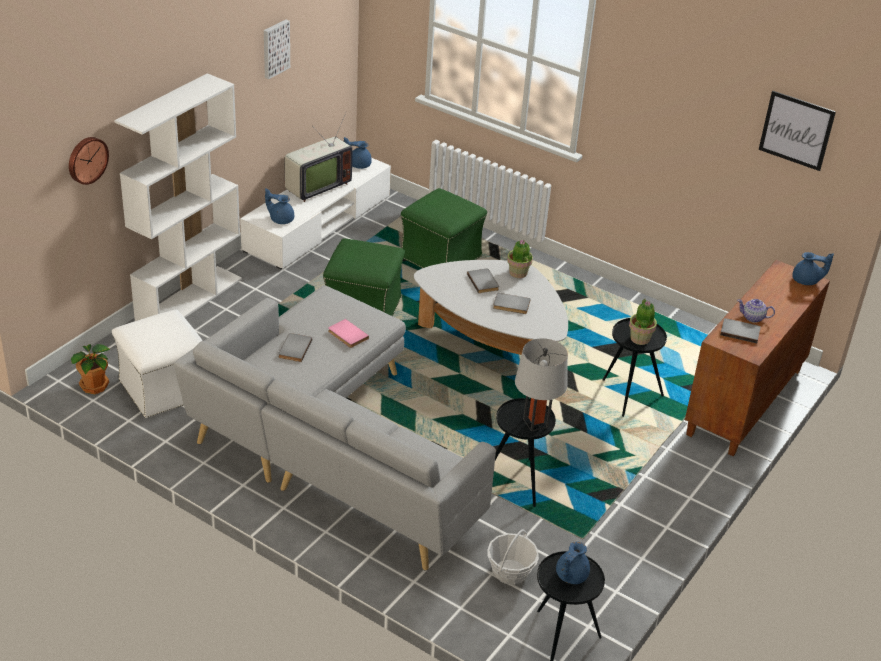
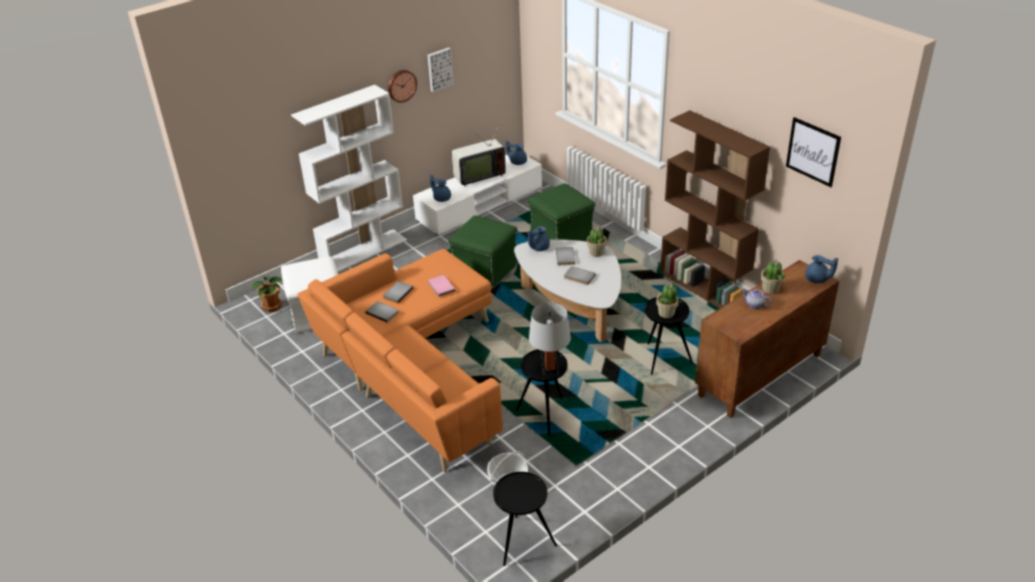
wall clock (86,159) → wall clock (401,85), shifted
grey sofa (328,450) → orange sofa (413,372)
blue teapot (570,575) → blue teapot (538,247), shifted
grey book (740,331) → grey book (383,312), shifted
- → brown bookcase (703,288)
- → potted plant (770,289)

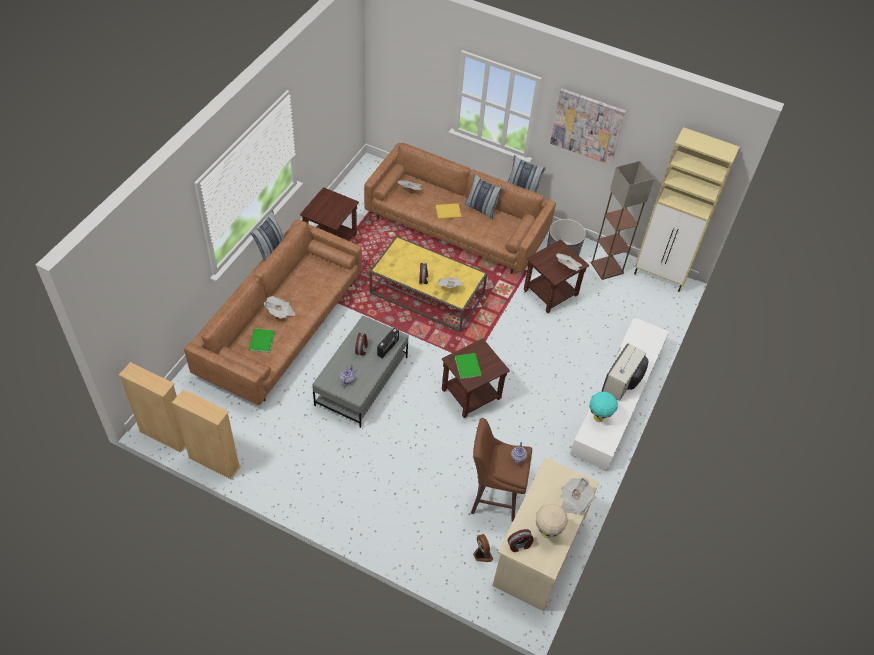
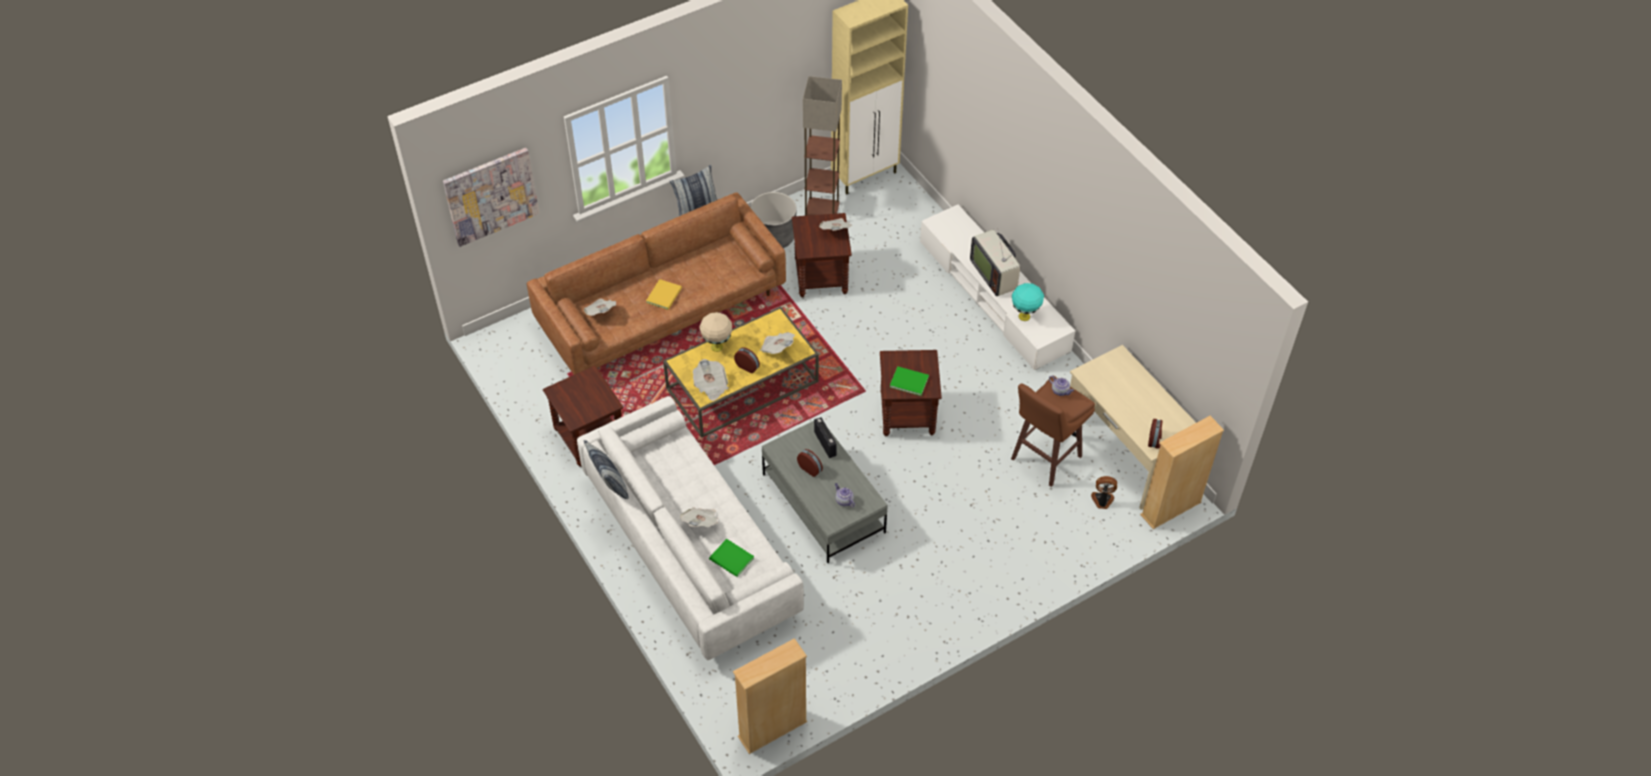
beige bookcase (214,462) → beige bookcase (1171,509), shifted
brown sofa (281,327) → white sofa (691,546)
pillow (481,209) → -
beige table lamp (547,532) → beige table lamp (717,346), shifted
picture (587,126) → picture (491,195), shifted
newspaper (574,501) → newspaper (711,386), shifted

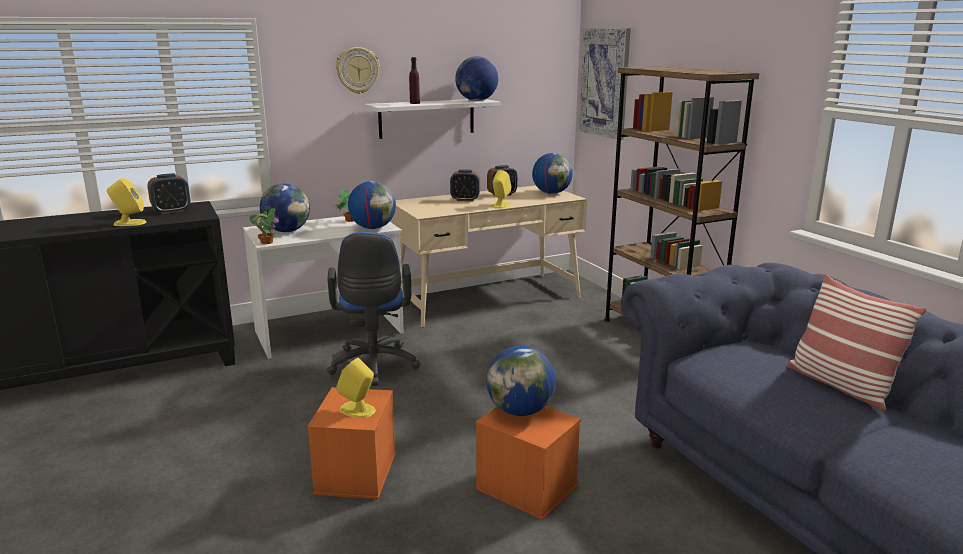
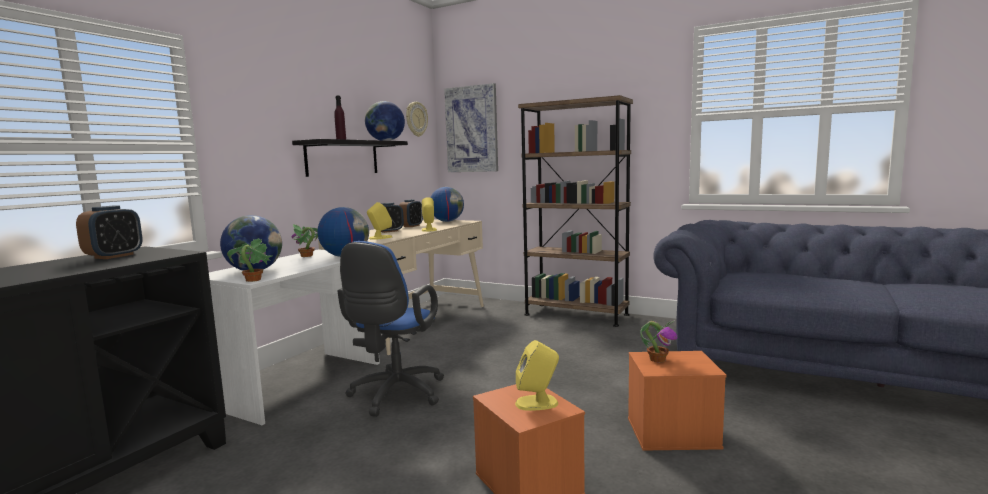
yellow speaker (129,223) → yellow speaker (380,237), shifted
blue office chair (373,367) → blue office chair (394,396), 60 degrees clockwise
wall clock (357,70) → wall clock (416,119), shifted
white shelf (427,118) → black shelf (342,158)
globe (520,411) → potted plant (657,359)
pillow (840,385) → -

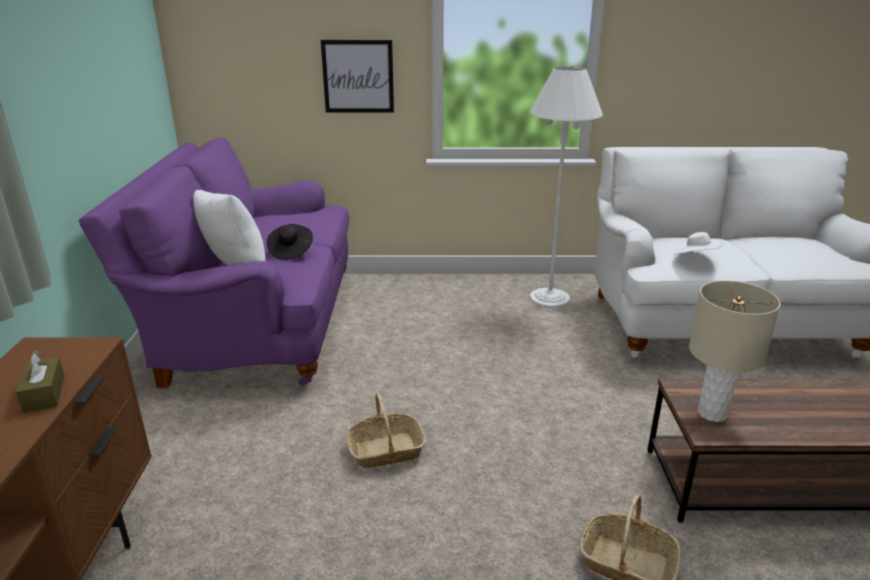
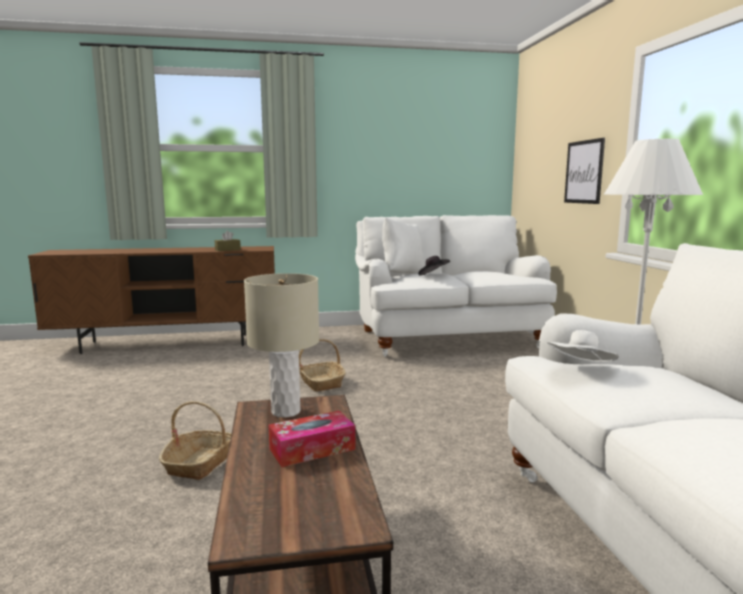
purple sofa (255,327) → white sofa (447,338)
- → tissue box (312,449)

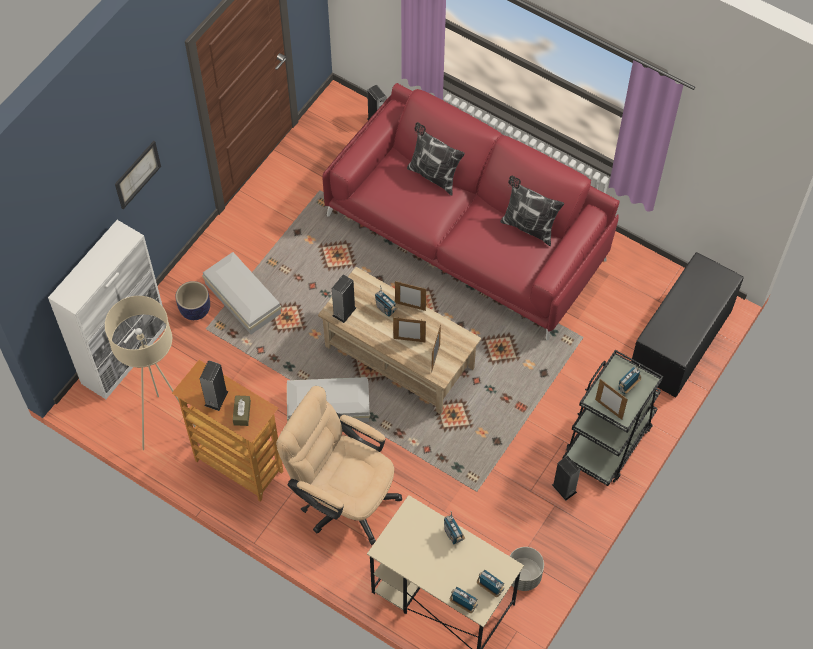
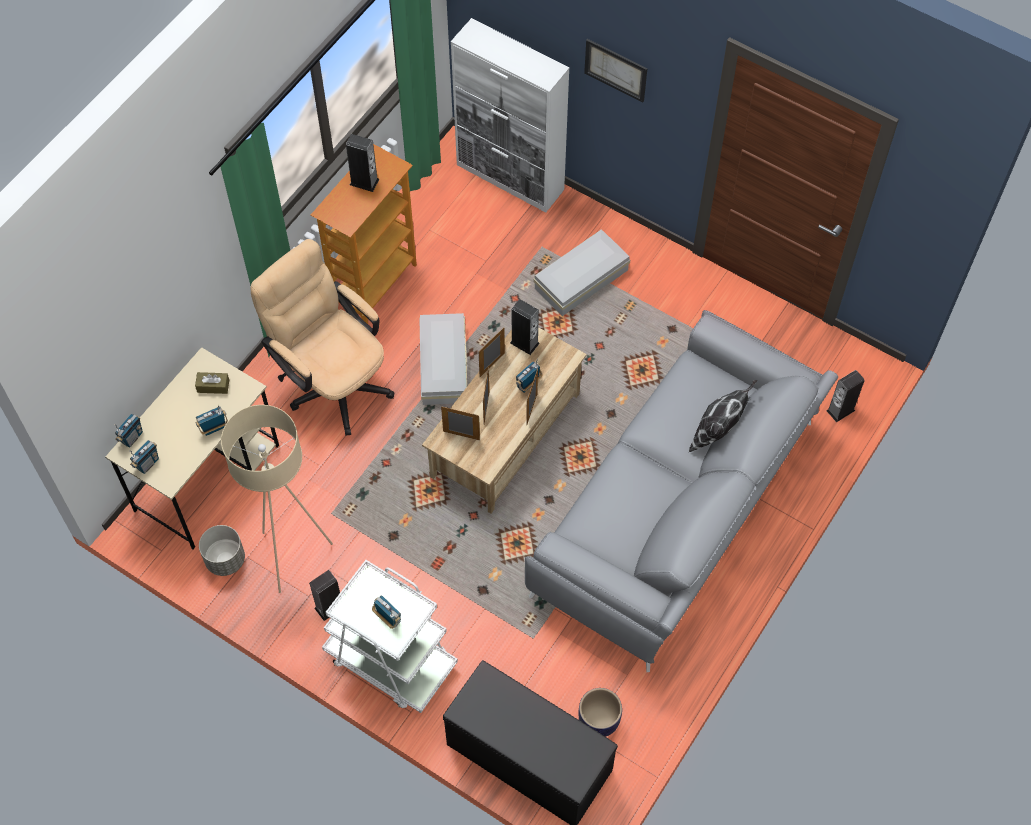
beige floor lamp (167,425) → beige floor lamp (292,556), shifted
planter (195,309) → planter (598,721), shifted
brown tissue box (242,413) → brown tissue box (213,386), shifted
beige office chair (342,497) → beige office chair (332,381), 75 degrees counterclockwise
red sofa (468,235) → grey sofa (677,510)
pillow (528,226) → -
black cart (608,440) → white cart (390,660)
picture frame (608,409) → picture frame (492,365), shifted

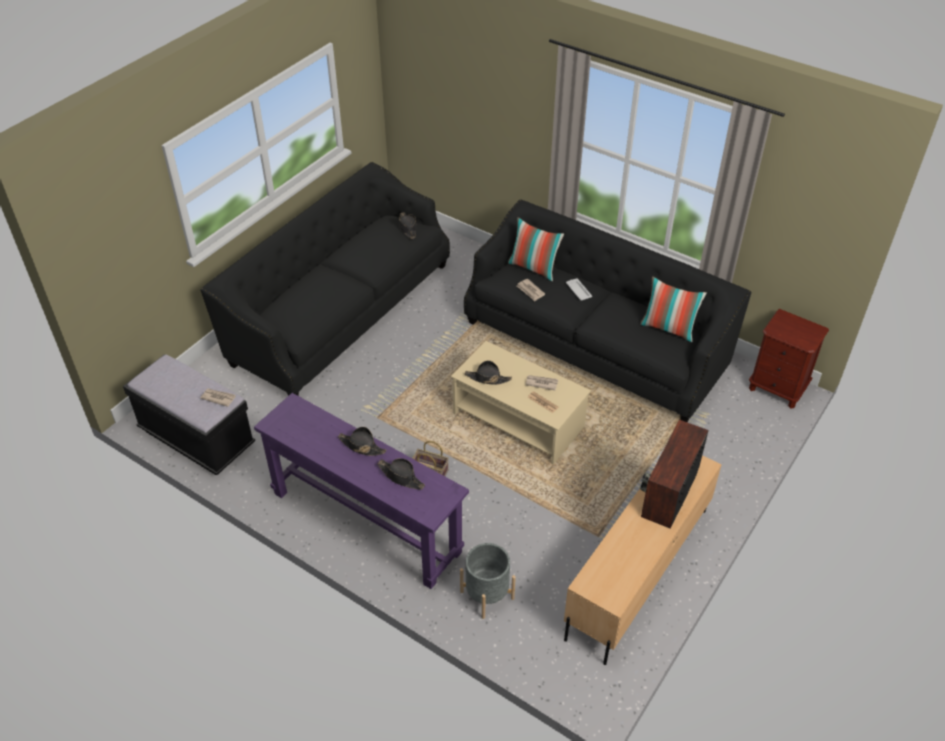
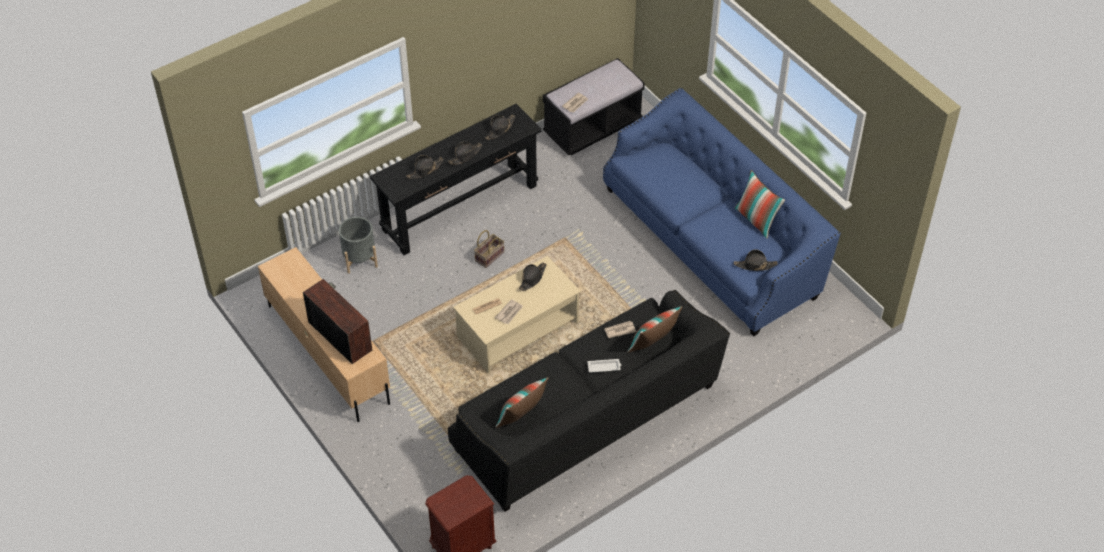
black sofa (340,312) → blue sofa (712,241)
purple console table (366,522) → black console table (460,208)
- → black hat (500,129)
- → pillow (756,220)

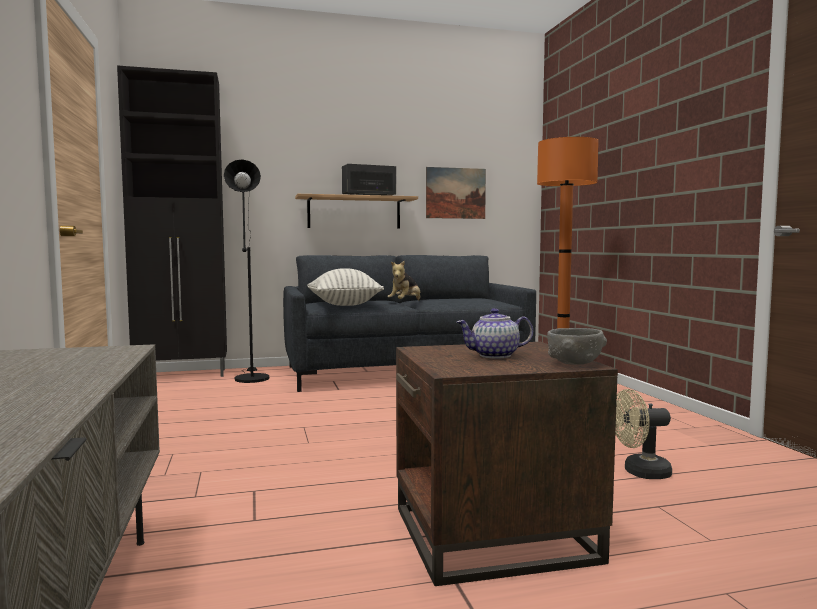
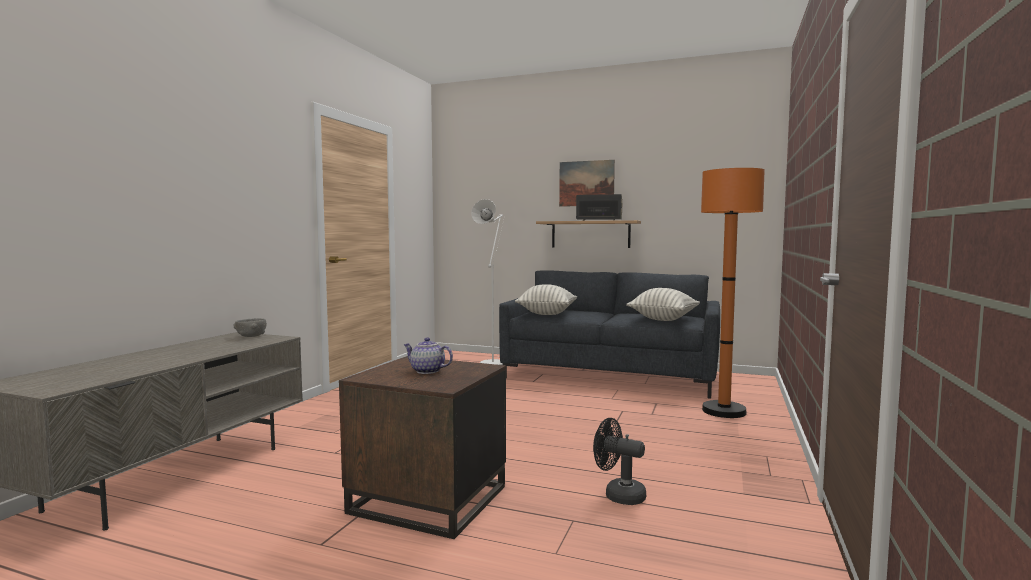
black cabinet (183,375) → -
black floor lamp (250,377) → white floor lamp (493,362)
plush toy (405,302) → -
picture (455,193) → picture (586,183), shifted
grey bowl (574,364) → grey bowl (251,336), shifted
beige fan (640,472) → black fan (618,495)
- → pillow (663,319)

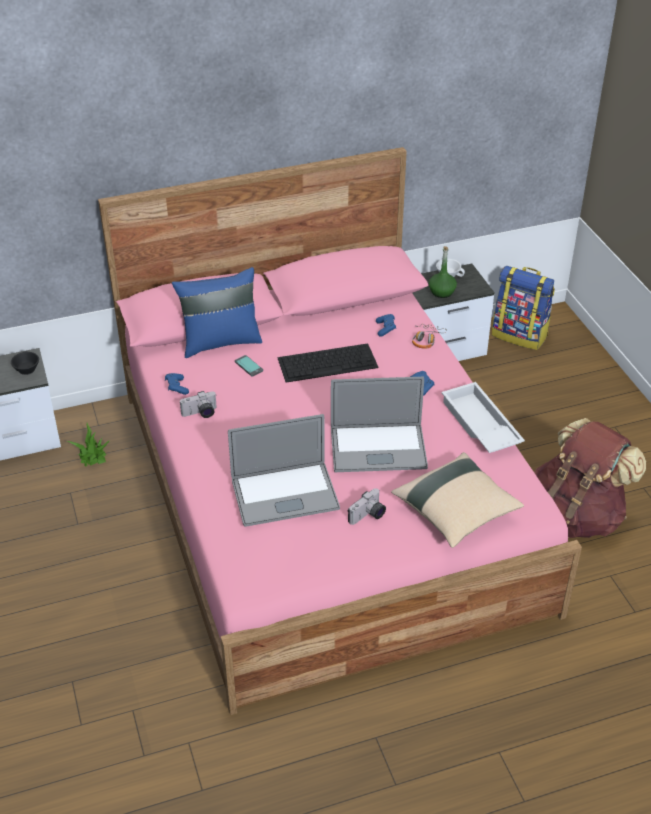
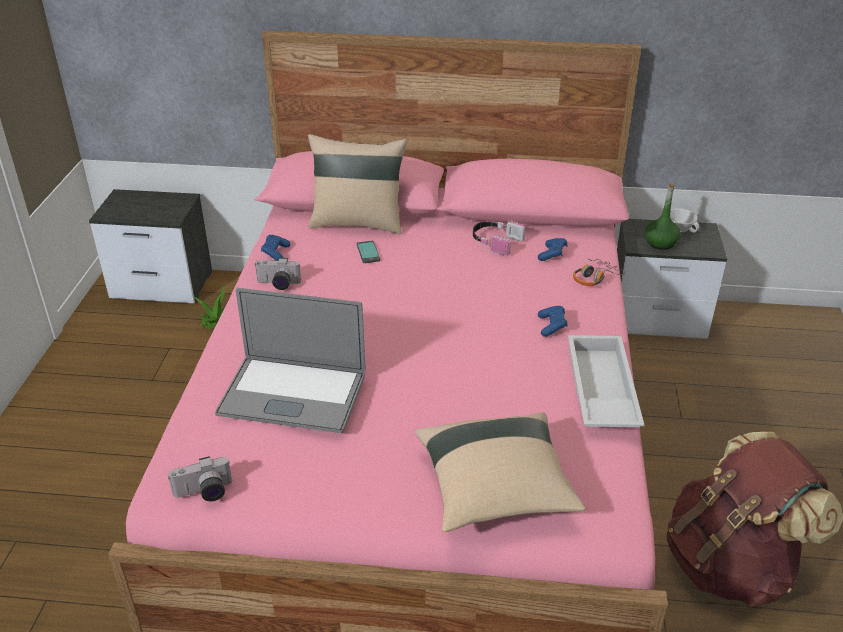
black cup (25,369) → -
blue pillow (220,342) → beige pillow (358,222)
keyboard (328,362) → -
laptop (378,448) → -
photo camera (368,516) → photo camera (204,493), shifted
backpack (520,335) → -
- → headphones (495,242)

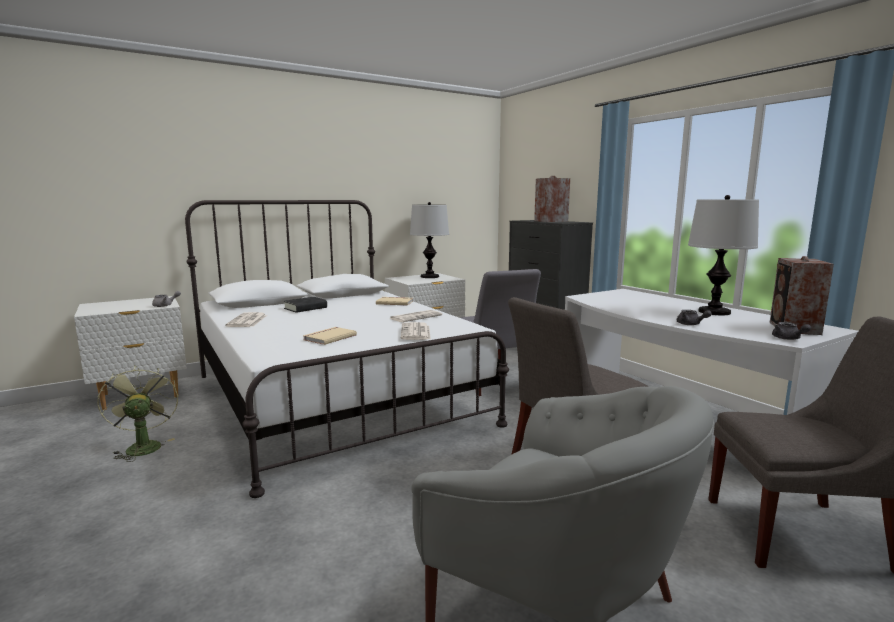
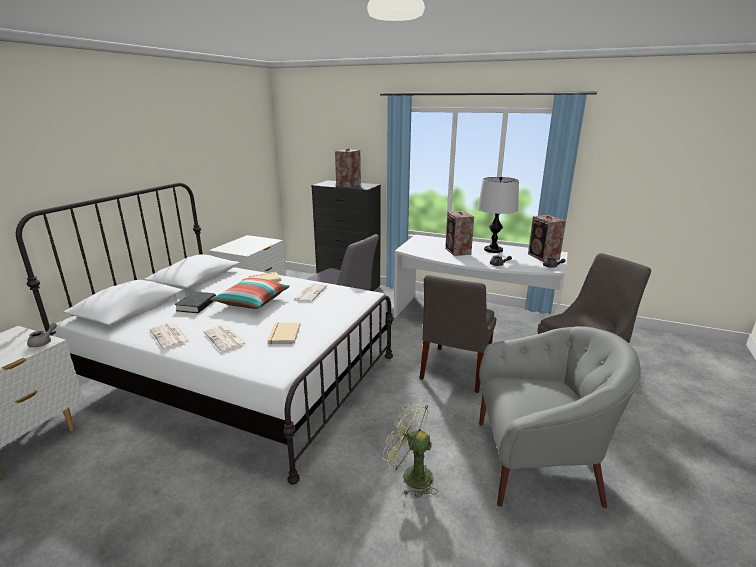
green fan (143,446) → green fan (410,475), shifted
newspaper (416,332) → newspaper (225,339), shifted
table lamp (429,276) → -
- → pillow (252,302)
- → speaker (457,251)

